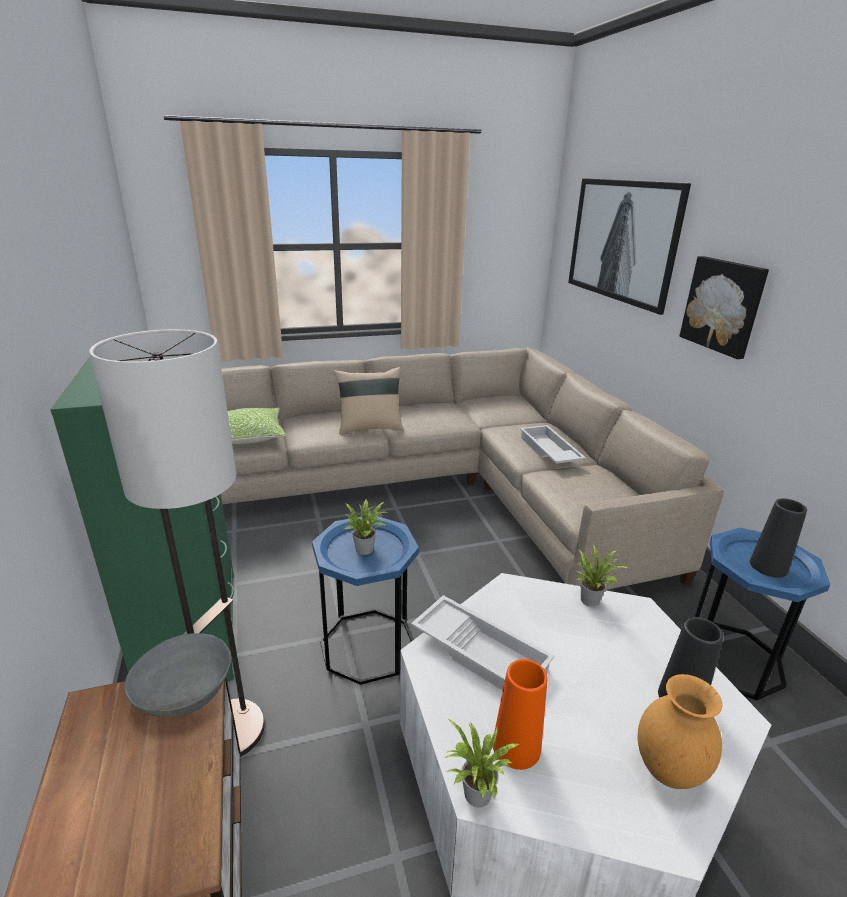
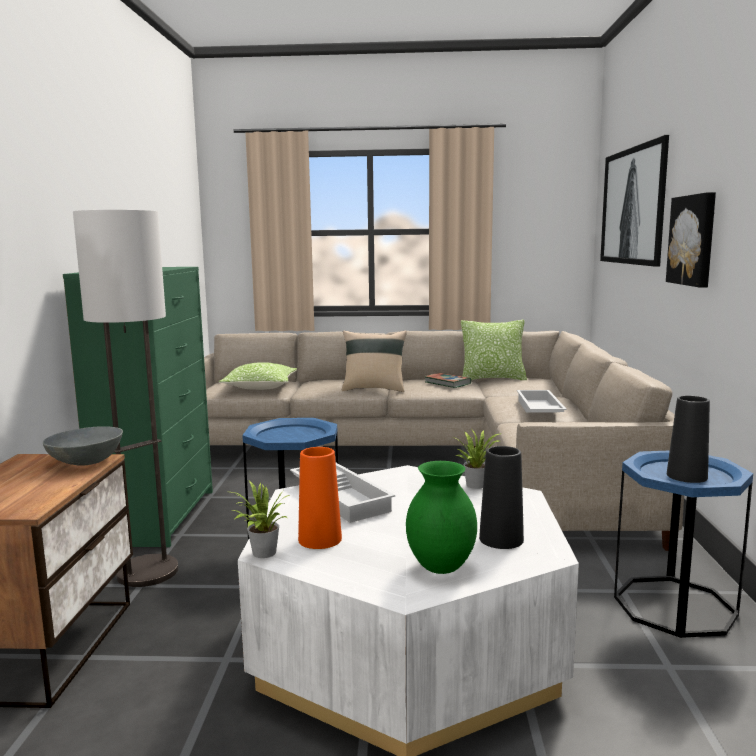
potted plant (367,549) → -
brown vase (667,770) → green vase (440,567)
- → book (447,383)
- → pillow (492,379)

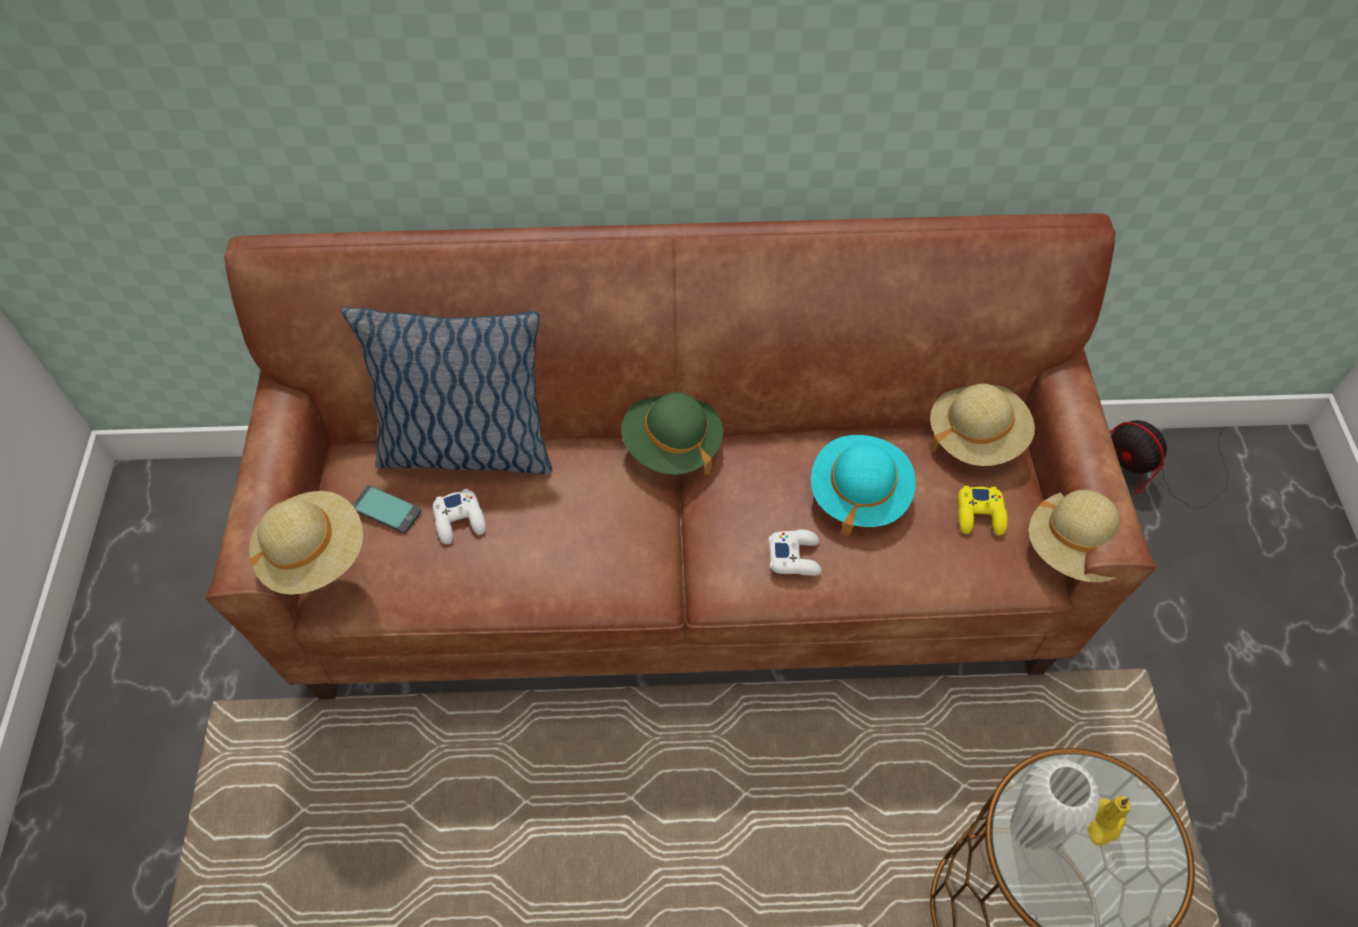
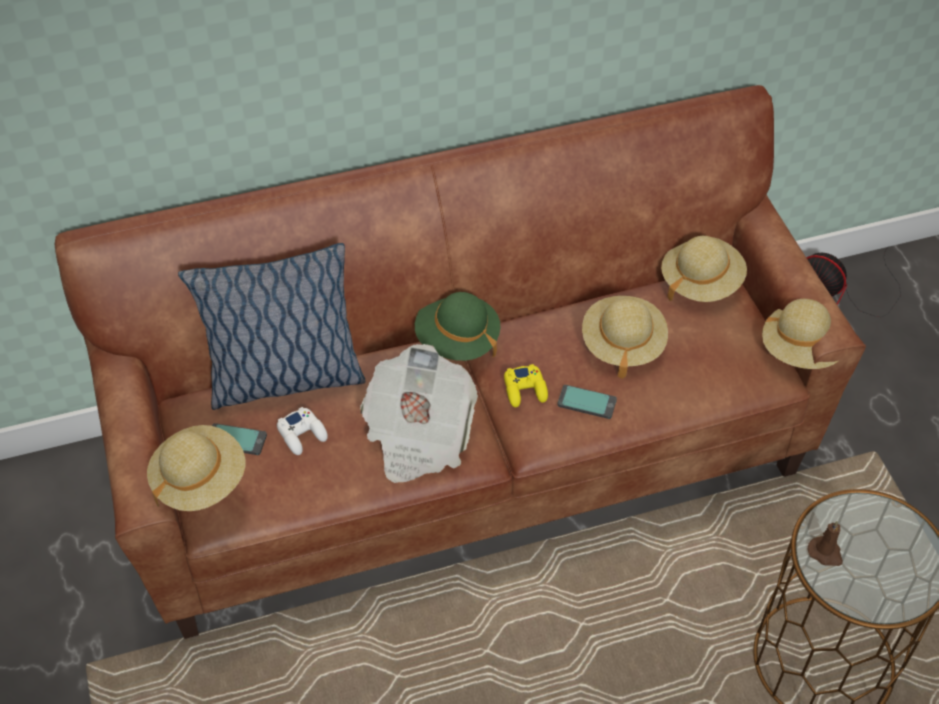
white game controller (795,556) → phone (587,402)
turquoise hat (859,494) → beige hat (622,344)
yellow game controller (980,515) → yellow game controller (525,389), shifted
white vase (1030,829) → brown candle (825,553)
yellow candle (1102,823) → -
- → newspaper (418,435)

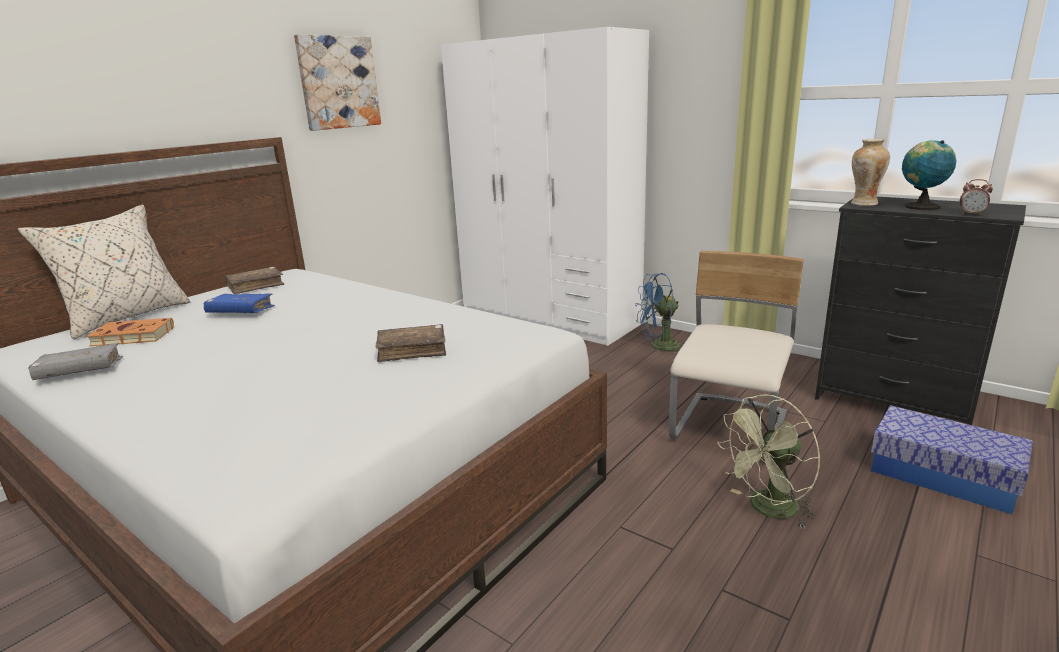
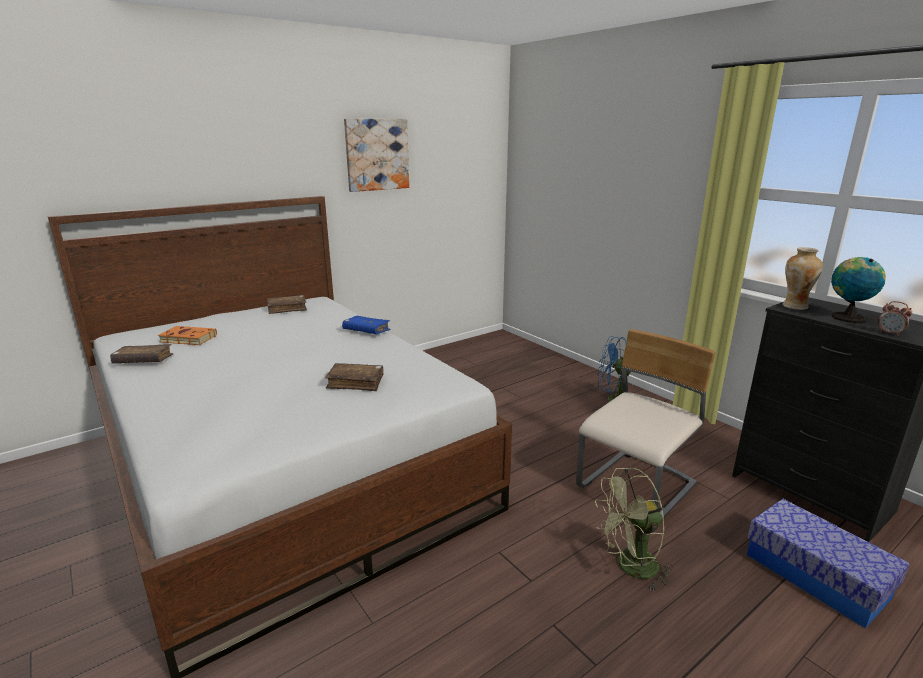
beige pillow (125,317) → -
grey book (80,371) → brown book (143,361)
blue book (240,312) → blue book (366,331), shifted
white wardrobe (549,318) → -

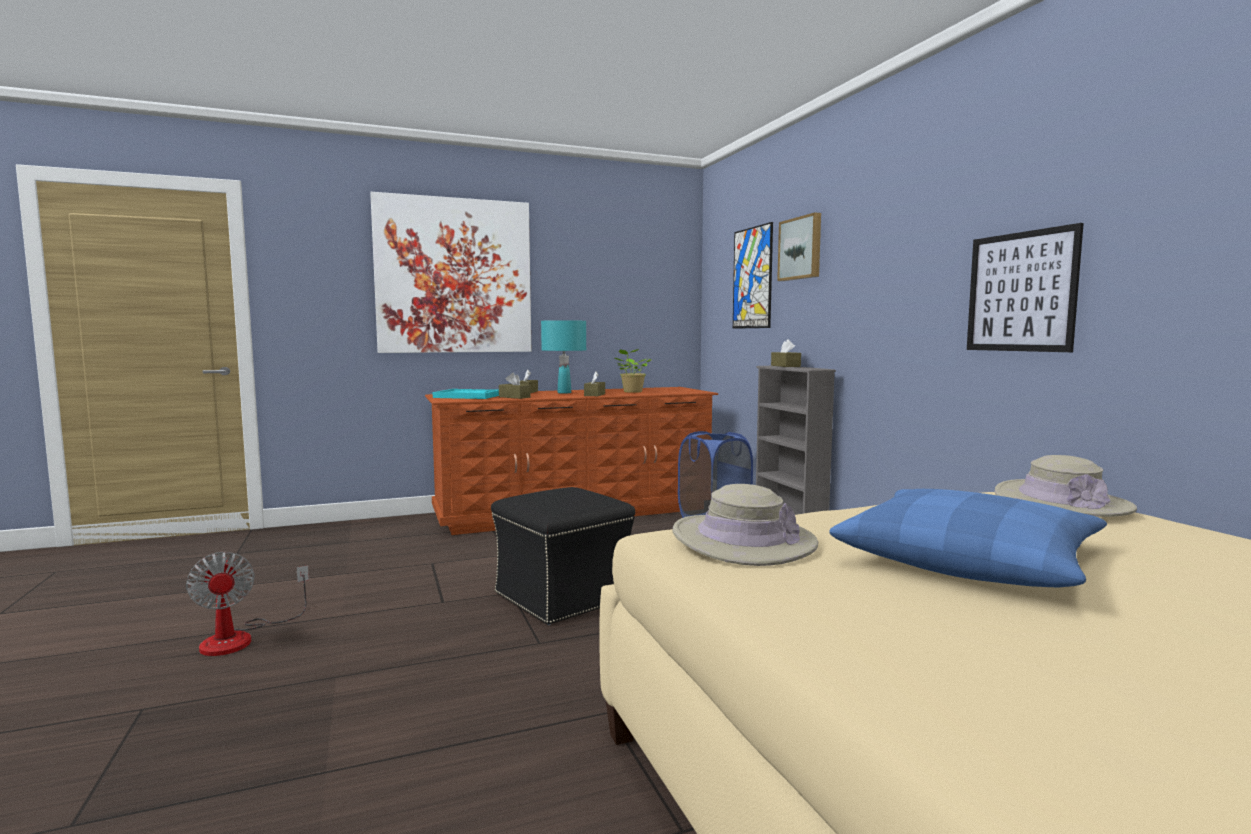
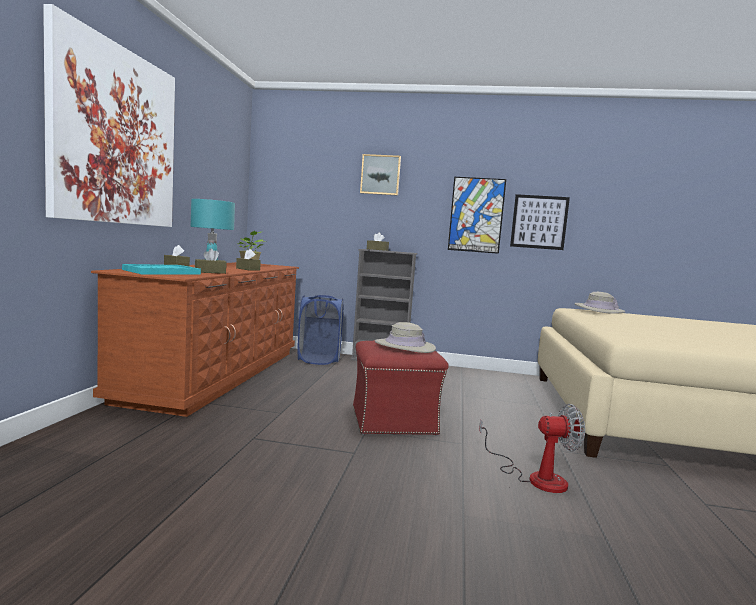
fan (241,637) → fan (535,477), shifted
black ottoman (564,597) → red ottoman (394,420)
beige hat (743,541) → beige hat (404,346), shifted
picture (752,278) → picture (476,215), shifted
blue pillow (968,559) → -

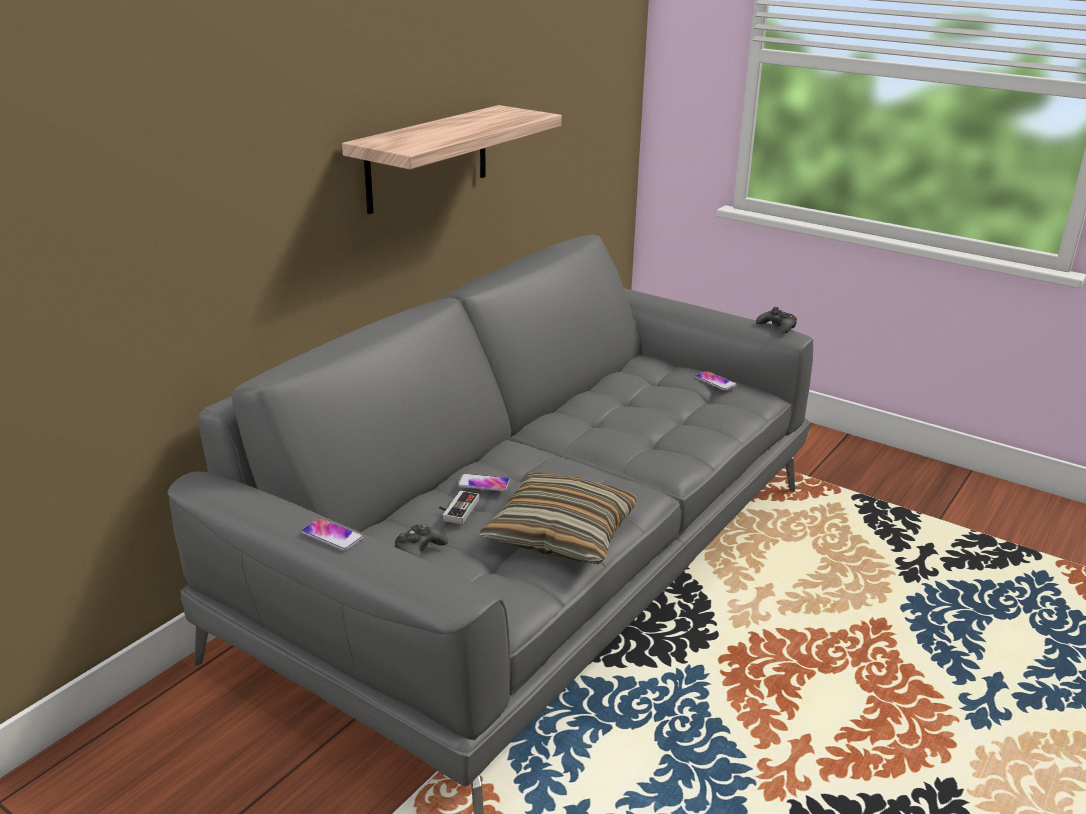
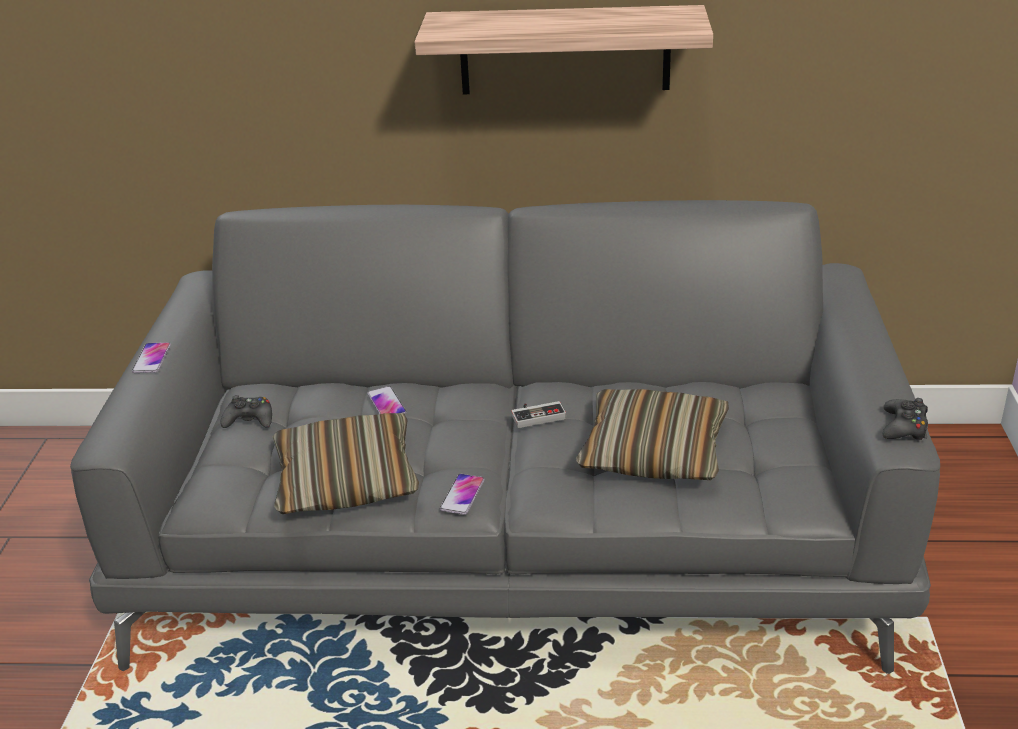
game controller (456,509) → game controller (537,415), shifted
phone (715,381) → phone (462,495), shifted
- → pillow (653,452)

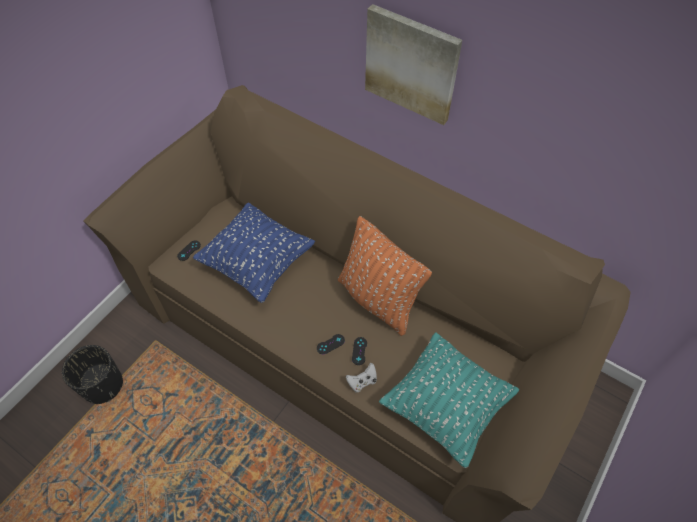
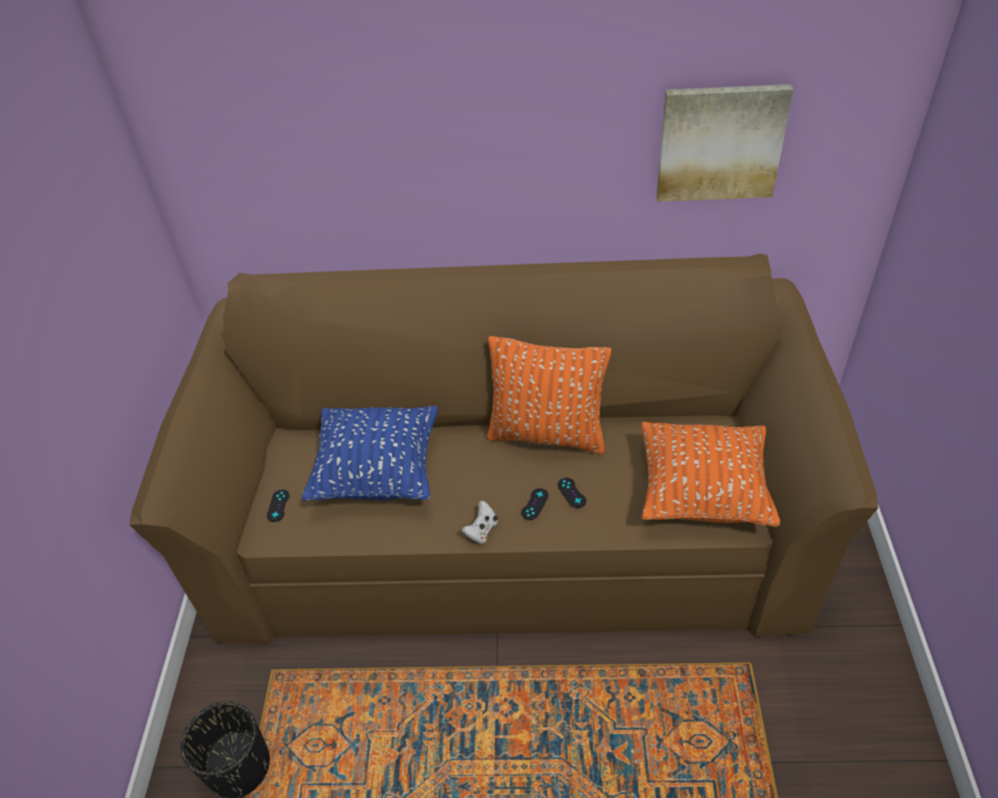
white game controller (362,381) → white game controller (482,530), shifted
picture (411,64) → picture (720,142), shifted
turquoise pillow (445,406) → orange pillow (702,493)

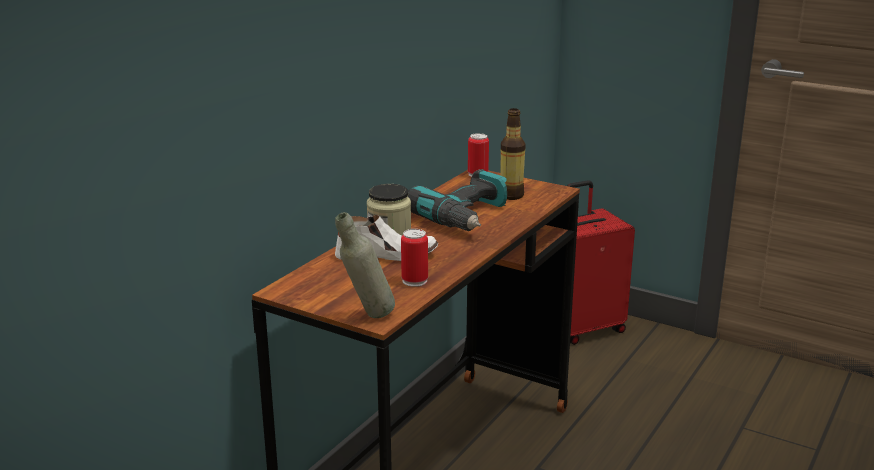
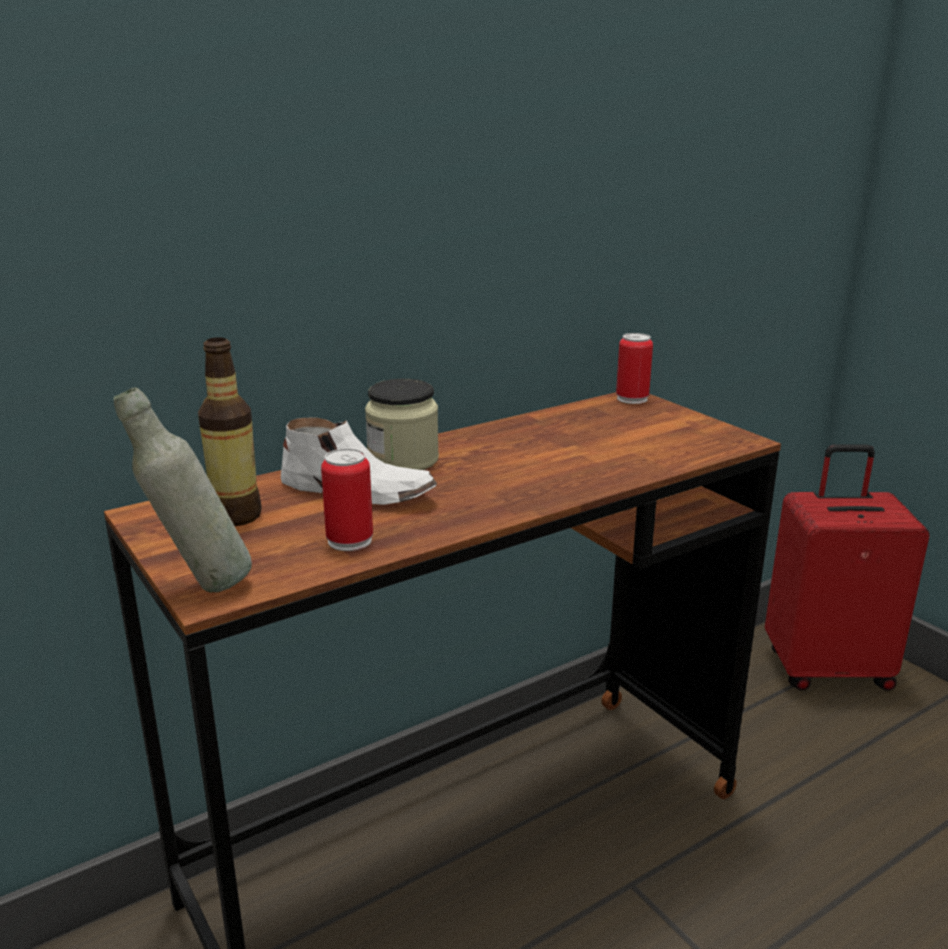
power drill (467,217) → -
bottle (511,195) → bottle (236,516), shifted

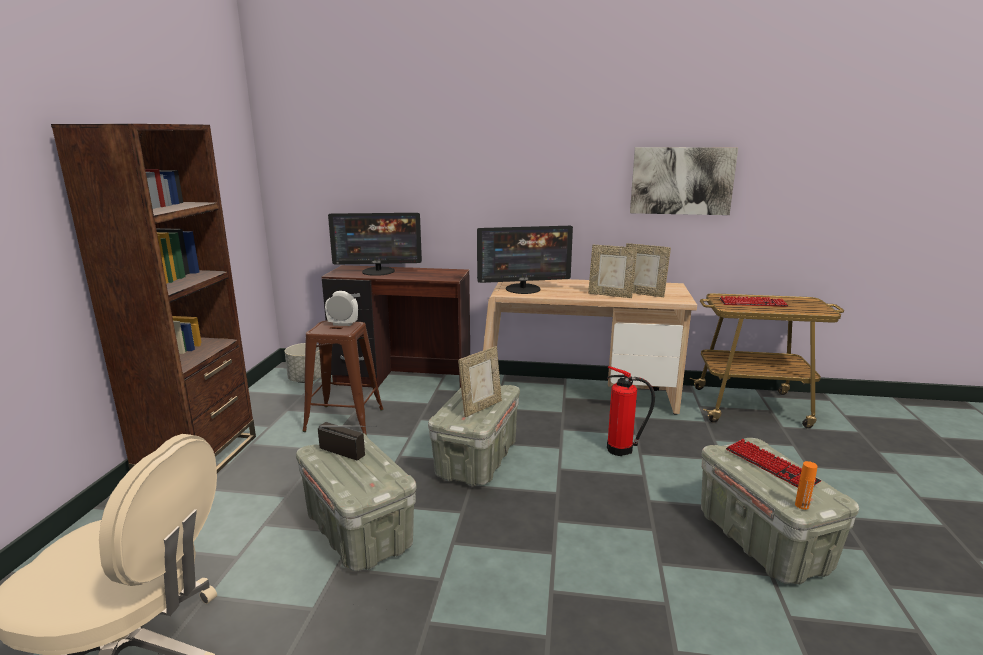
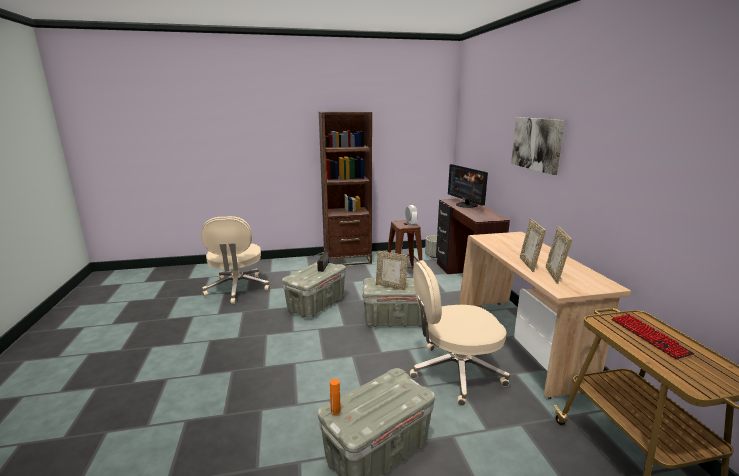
monitor (523,289) → -
fire extinguisher (622,450) → beige office chair (455,372)
picture (681,181) → picture (537,144), shifted
keyboard (770,466) → -

